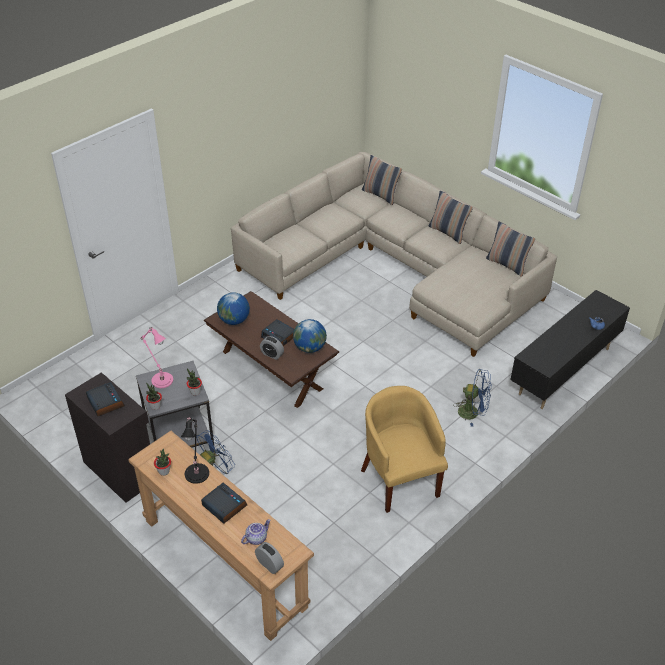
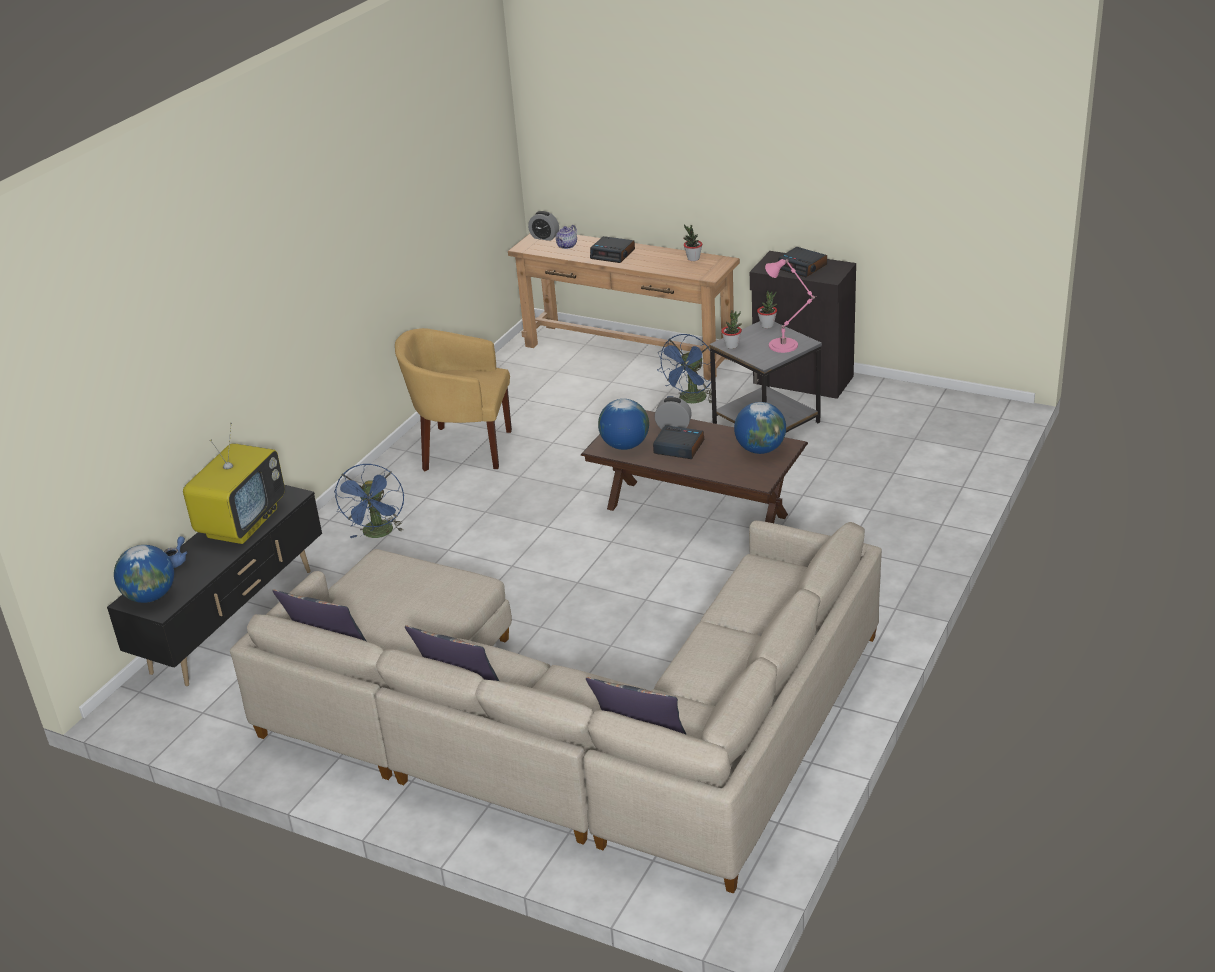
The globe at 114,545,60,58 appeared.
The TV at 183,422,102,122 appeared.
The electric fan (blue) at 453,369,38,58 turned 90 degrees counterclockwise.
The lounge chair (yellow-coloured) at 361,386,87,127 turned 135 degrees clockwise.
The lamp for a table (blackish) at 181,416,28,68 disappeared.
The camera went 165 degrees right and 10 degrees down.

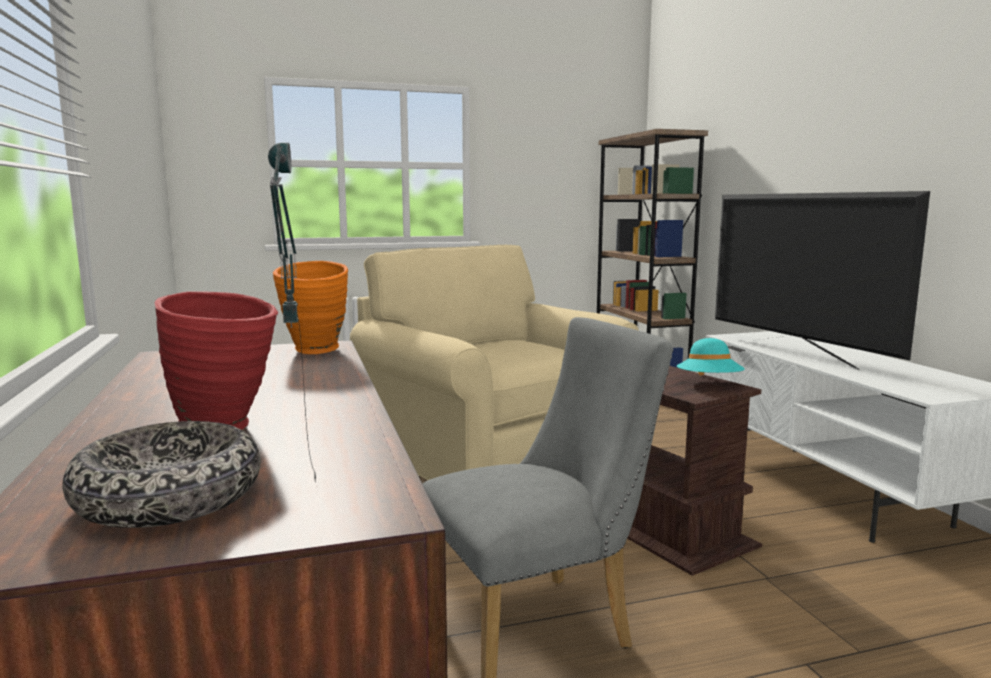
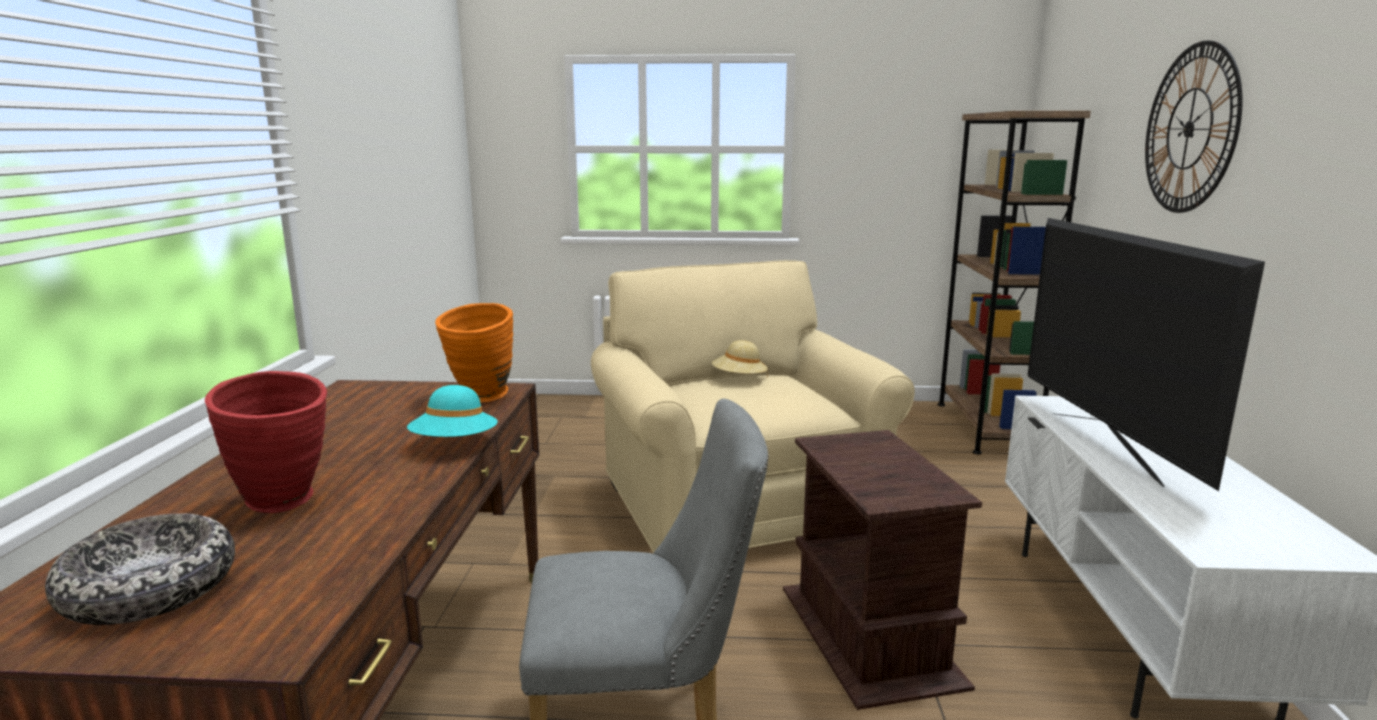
The clothing hat (turquoise) moved from 677,338,68,38 to 407,385,91,52.
The clothing hat (sand-coloured) at 712,340,56,34 appeared.
The hanging clock at 1145,40,98,173 appeared.
The lamp for a table at 268,142,48,339 disappeared.
The camera went 20 degrees right and 5 degrees up.

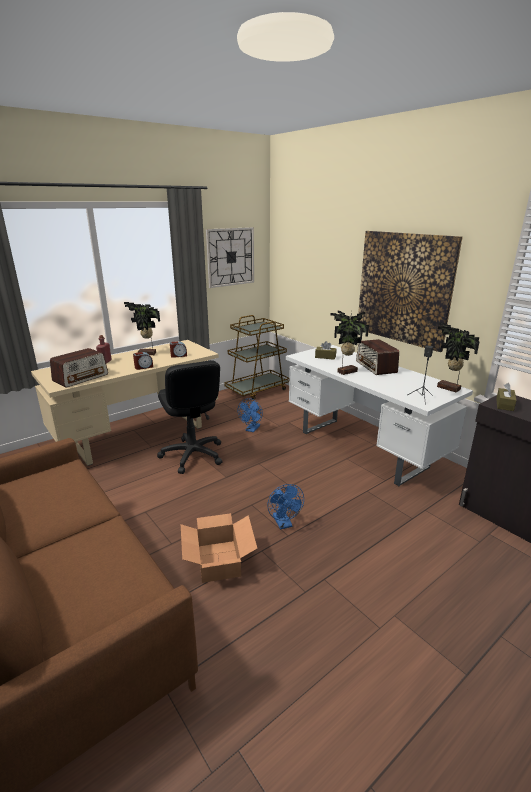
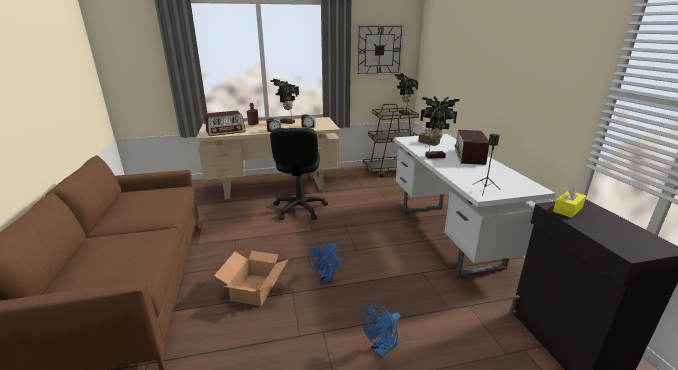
The electric fan (blue) moved from 238,398,25,34 to 363,303,37,55.
The houseplant moved from 437,322,43,70 to 394,73,24,43.
The tissue holder (brown) at 496,383,21,28 became the tissue holder (yellow-coloured) at 553,184,33,34.
The picture at 358,231,105,121 disappeared.
The camera went 25 degrees right and 0 degrees up.

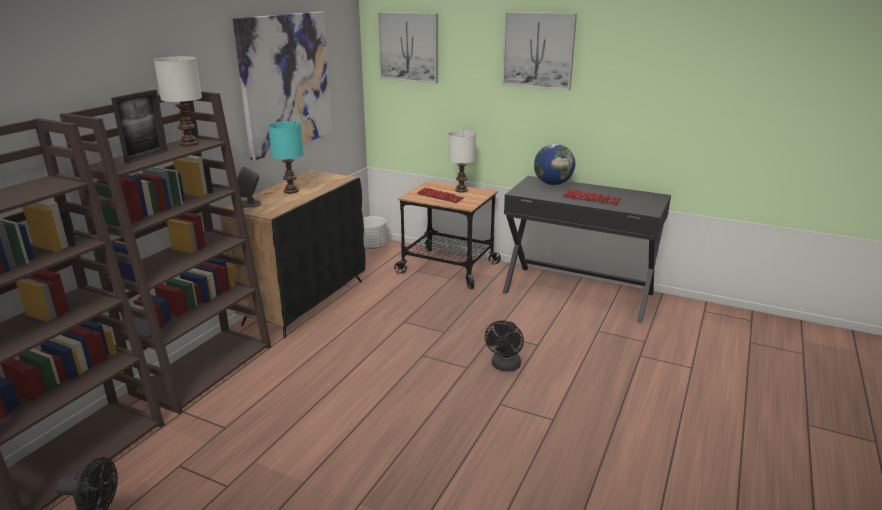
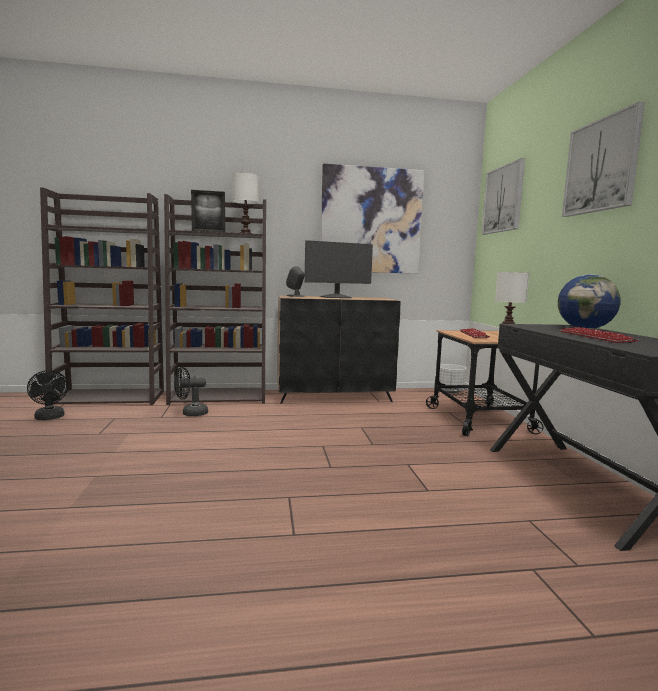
The electric fan (blackish) moved from 485,320,39,52 to 174,367,34,49.
The lamp for a table (turquoise) at 268,121,36,73 was replaced by the monitor at 304,240,69,58.
The camera went 55 degrees right and 15 degrees down.

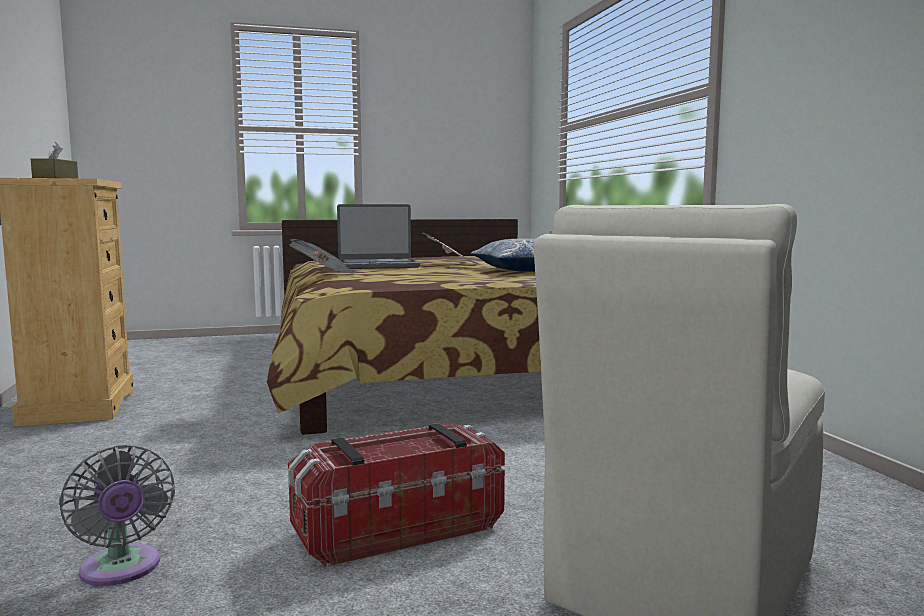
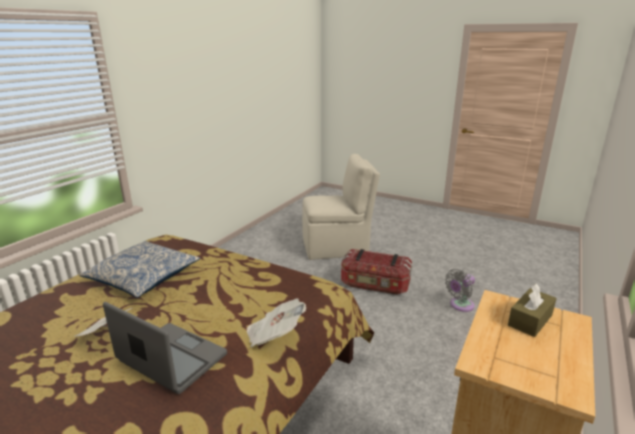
The electric fan (grey) at 59,444,116,142 turned 135 degrees counterclockwise.
The camera went 135 degrees left and 15 degrees up.

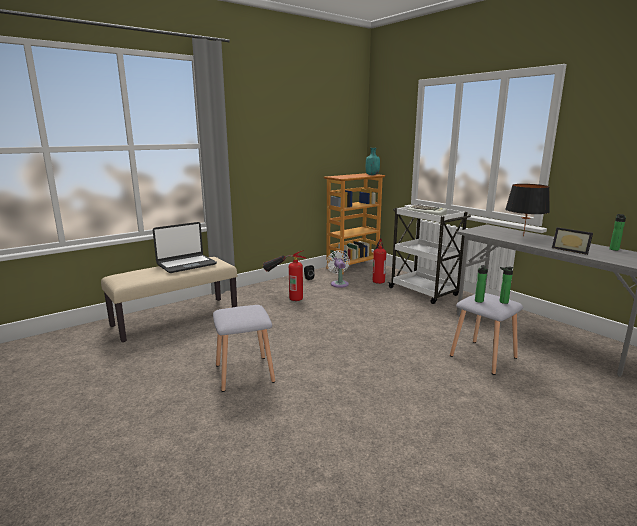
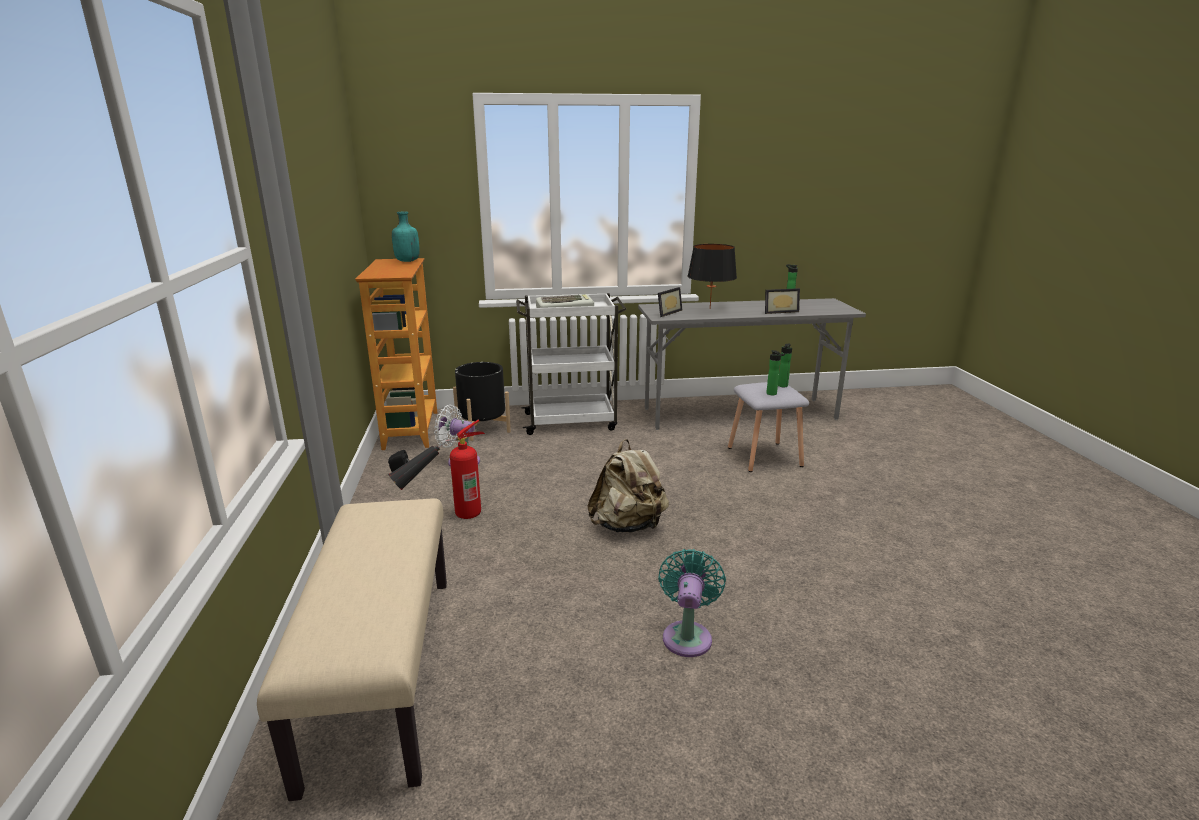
The extinguisher at 373,239,13,45 was replaced by the flower pot (blackish) at 453,362,58,79.
The rucksack (sand-coloured) at 587,439,82,93 appeared.
The photo frame at 658,287,24,30 appeared.
The stool seat (grey) at 213,305,62,87 was replaced by the electric fan (turquoise) at 658,549,68,108.
The notebook computer at 153,222,64,51 disappeared.
The camera went 60 degrees left and 5 degrees up.

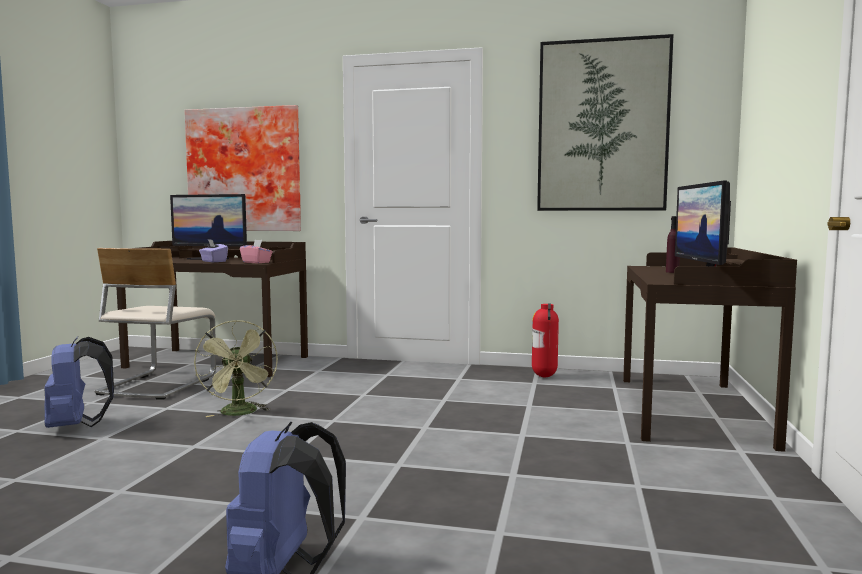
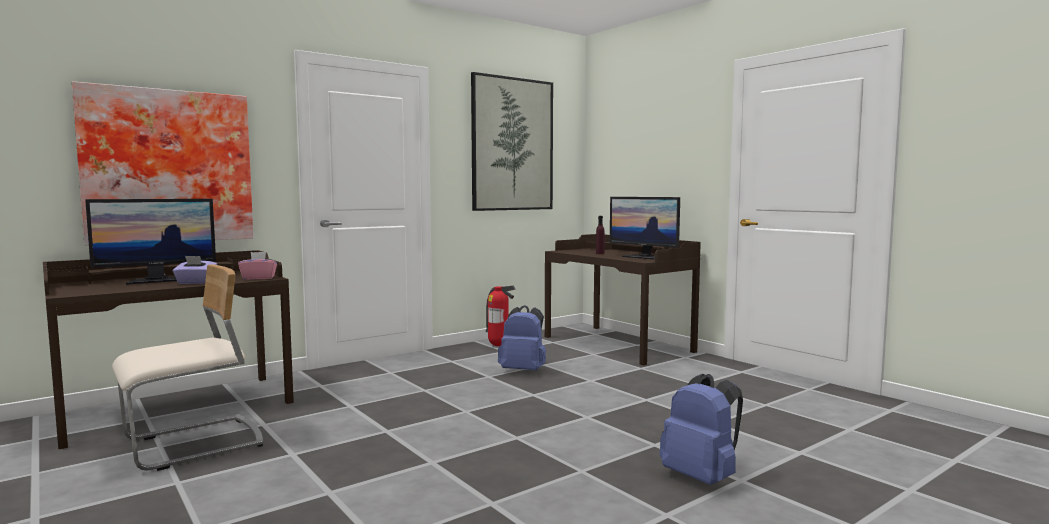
The chair (sand-coloured) at 94,248,122,152 turned 90 degrees counterclockwise.
The rucksack (blue) moved from 44,337,70,91 to 498,305,48,65.
The electric fan (greenish) at 194,320,84,97 disappeared.
The camera went 50 degrees left and 0 degrees up.

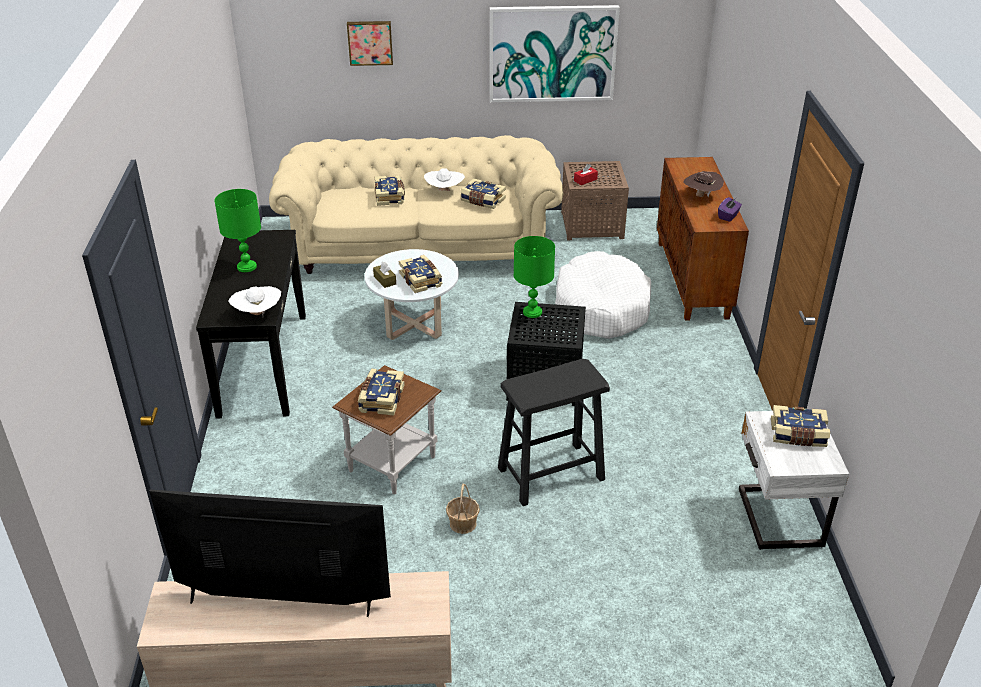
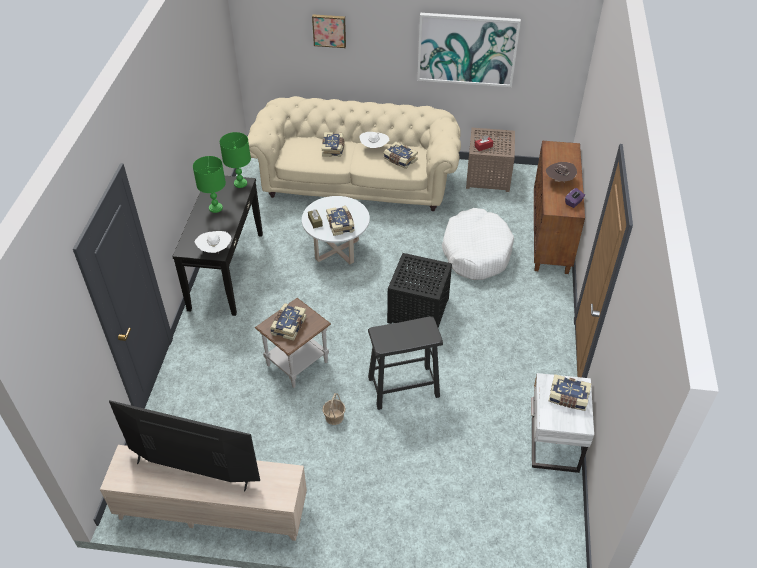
The lamp for a table (greenish) moved from 514,236,41,82 to 220,132,31,56.
The camera went 10 degrees right and 10 degrees up.

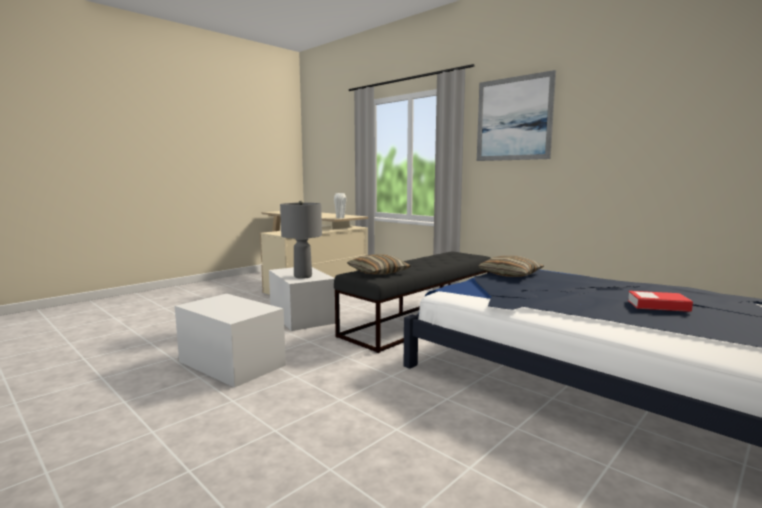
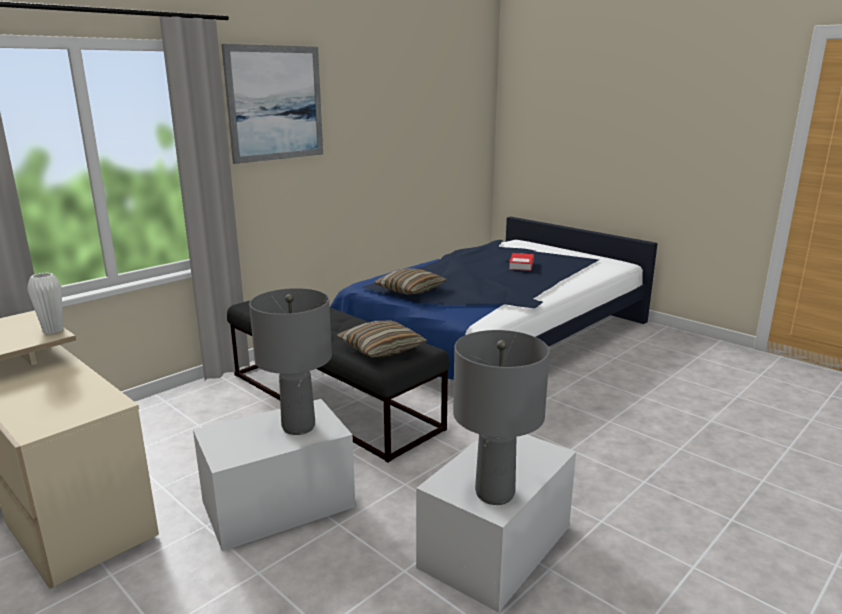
The lamp for a table (grey) at 453,330,97,175 appeared.
The camera went 90 degrees left and 10 degrees up.

